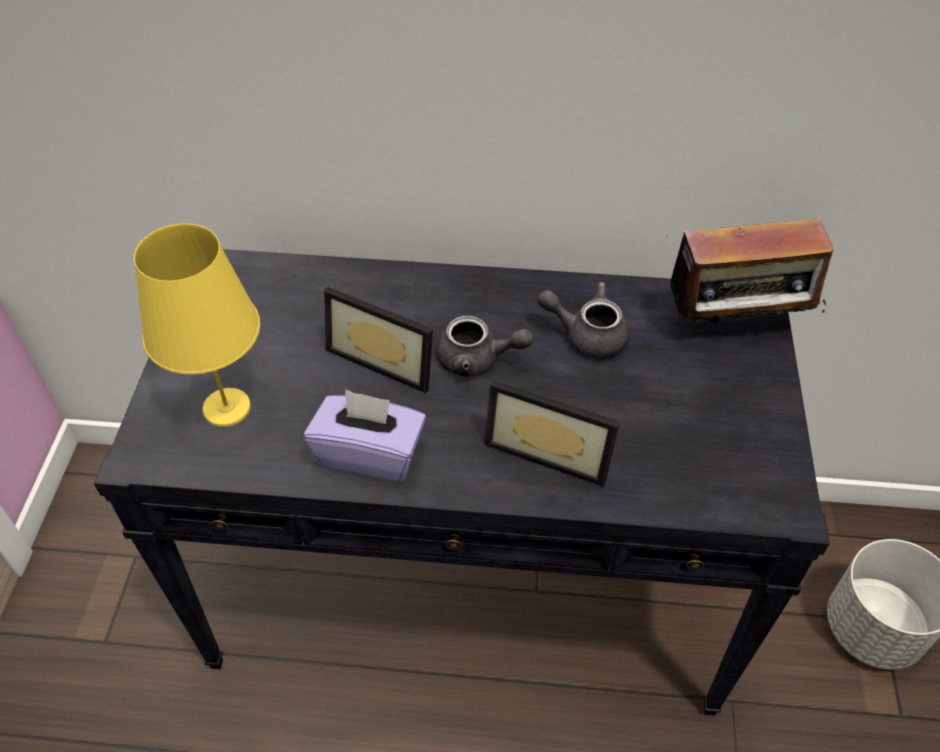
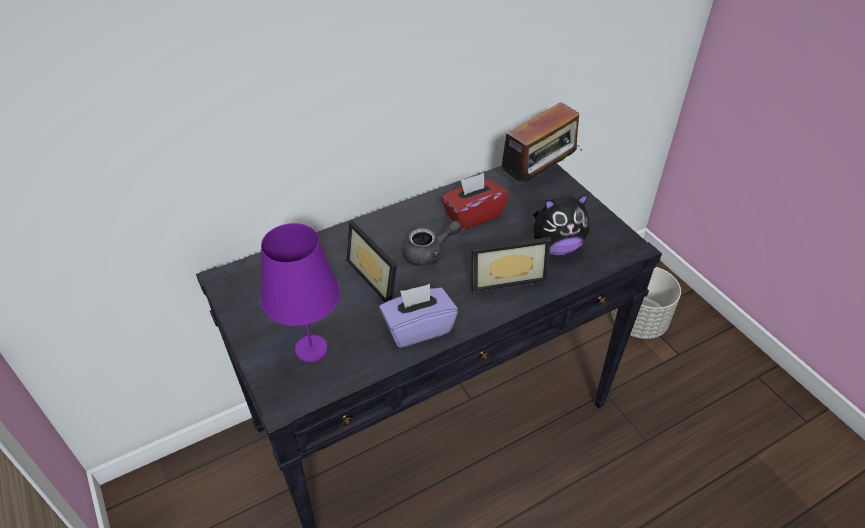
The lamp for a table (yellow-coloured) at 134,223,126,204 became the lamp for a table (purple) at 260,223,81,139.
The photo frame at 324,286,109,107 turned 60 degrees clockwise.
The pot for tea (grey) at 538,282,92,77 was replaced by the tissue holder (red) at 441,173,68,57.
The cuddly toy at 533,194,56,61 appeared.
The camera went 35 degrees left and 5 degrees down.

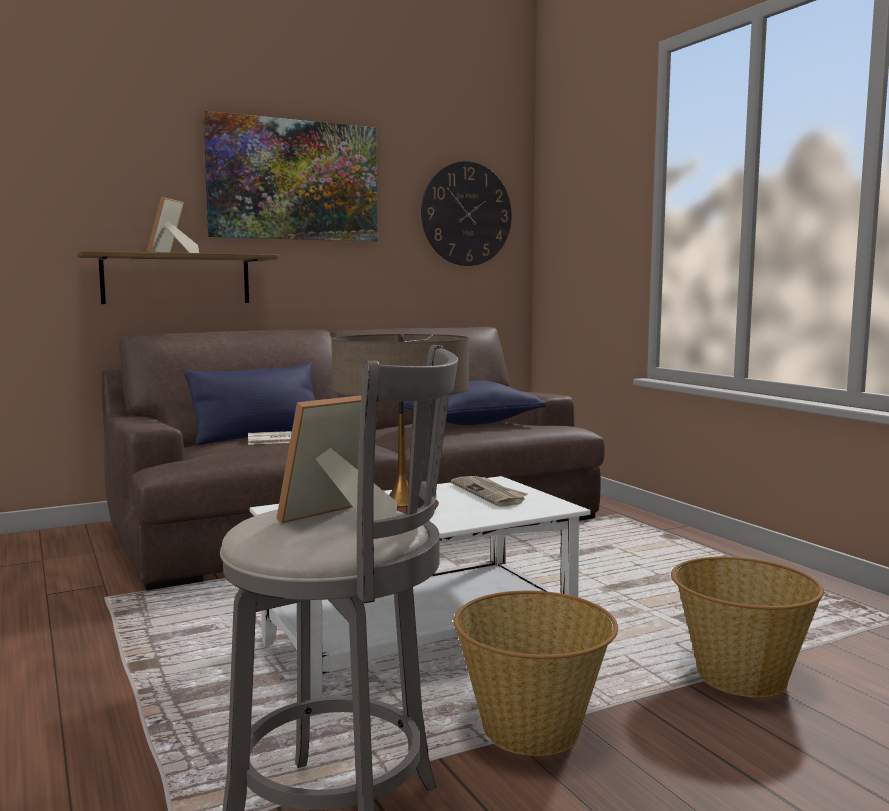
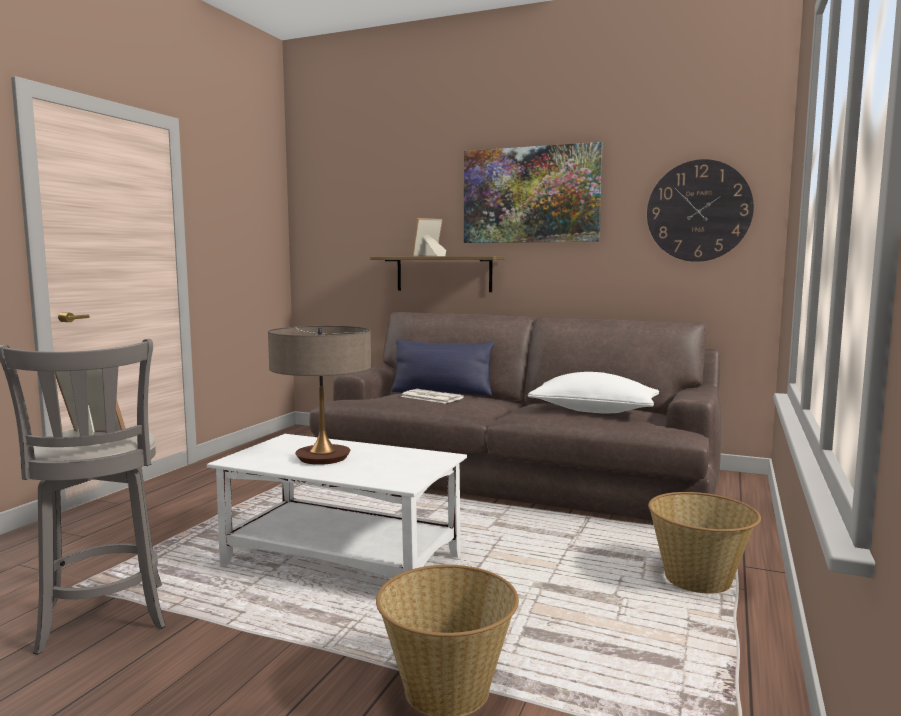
The cushion (blue) at 403,381,143,44 became the cushion (white) at 528,372,131,41.
The storage basket moved from 453,591,165,165 to 648,492,113,102.
The newspaper at 451,476,77,31 disappeared.
The camera went 50 degrees right and 0 degrees up.

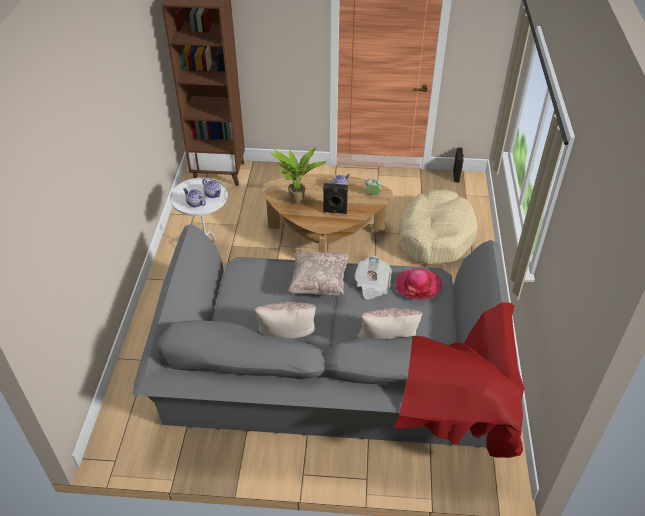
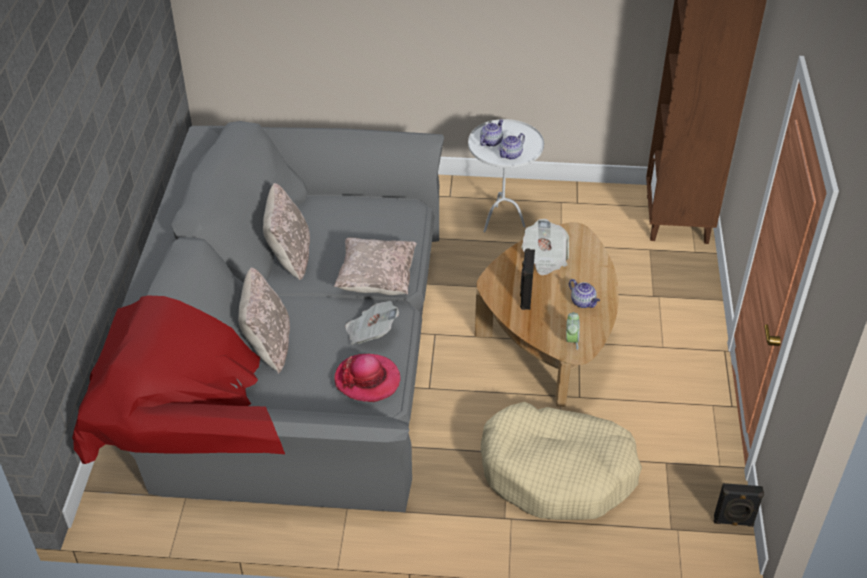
The houseplant at 271,147,55,57 was replaced by the newspaper at 522,219,47,56.
The camera went 90 degrees right and 0 degrees up.

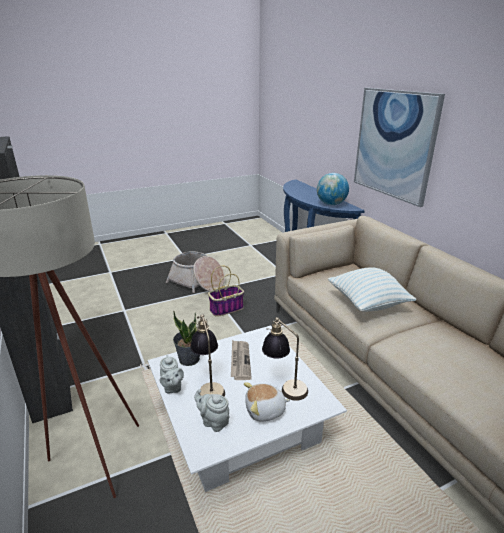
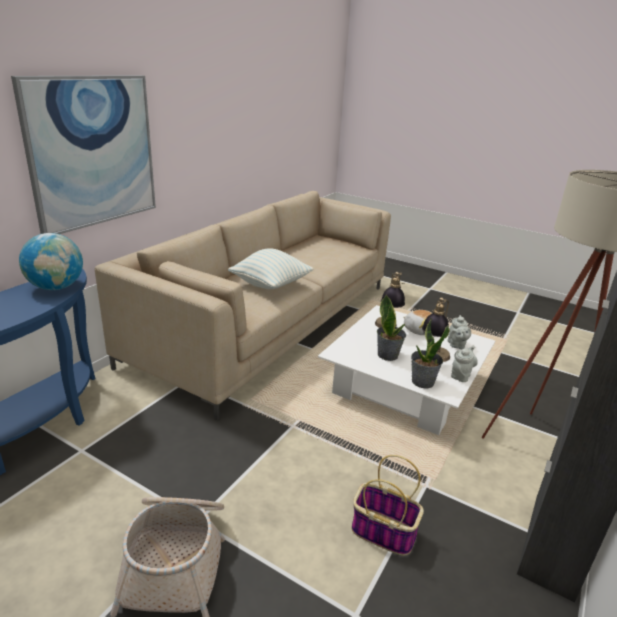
The storage basket moved from 208,266,36,51 to 352,455,72,101.
The newspaper at 231,340,21,40 was replaced by the houseplant at 377,295,29,66.
The camera went 125 degrees left and 0 degrees up.

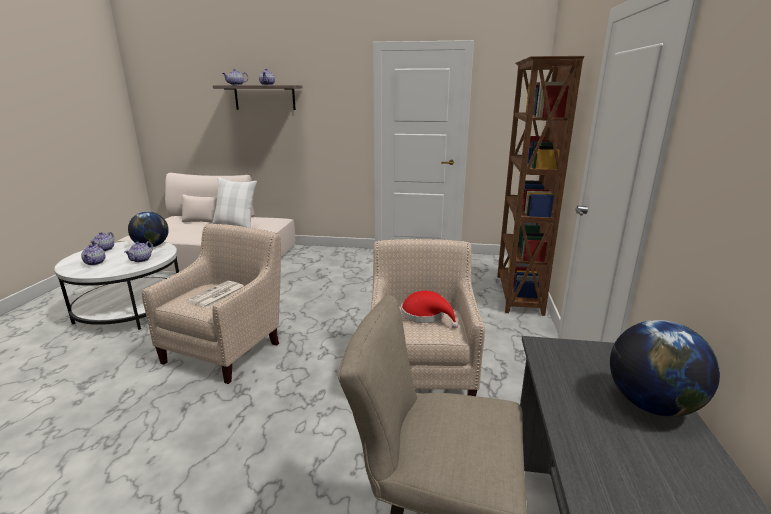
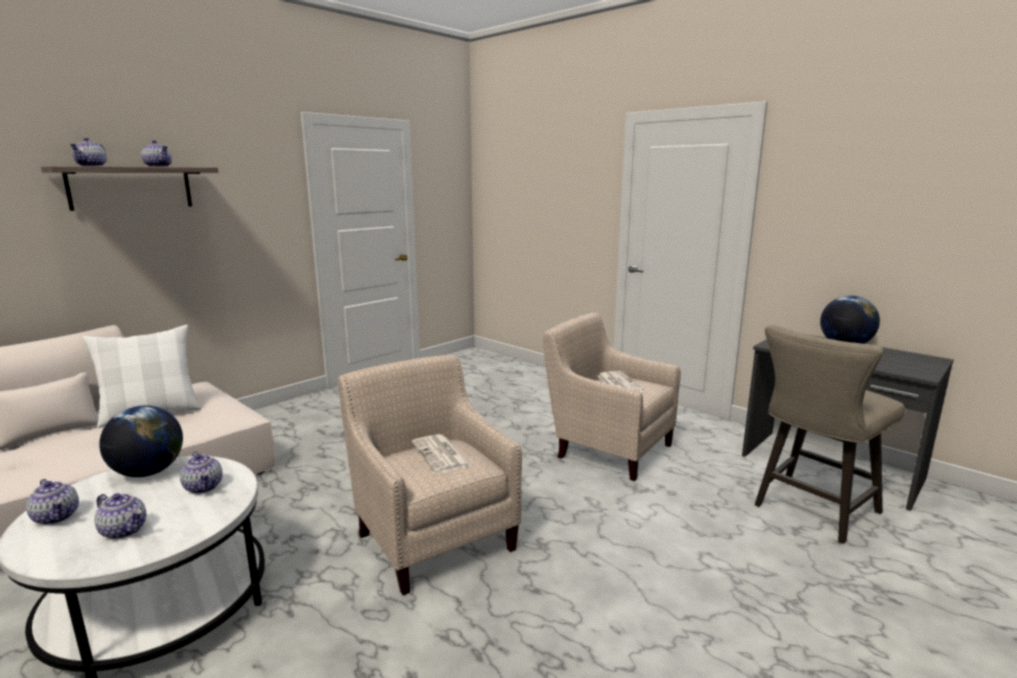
The clothing hat (red) at 401,291,57,37 was replaced by the newspaper at 598,371,46,21.
The shelving unit (brown) at 497,56,88,260 disappeared.
The camera went 55 degrees left and 5 degrees down.

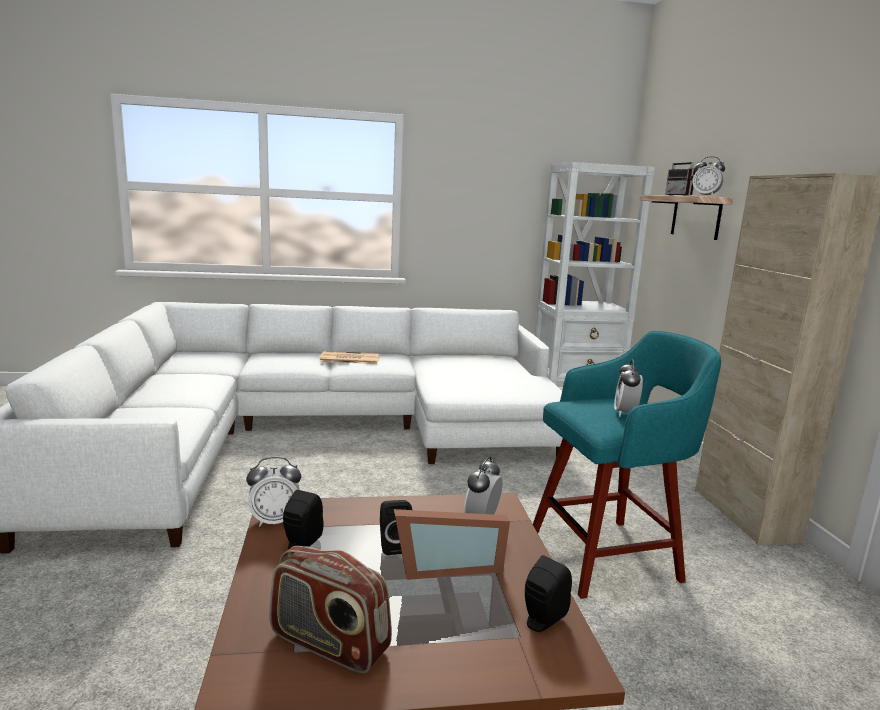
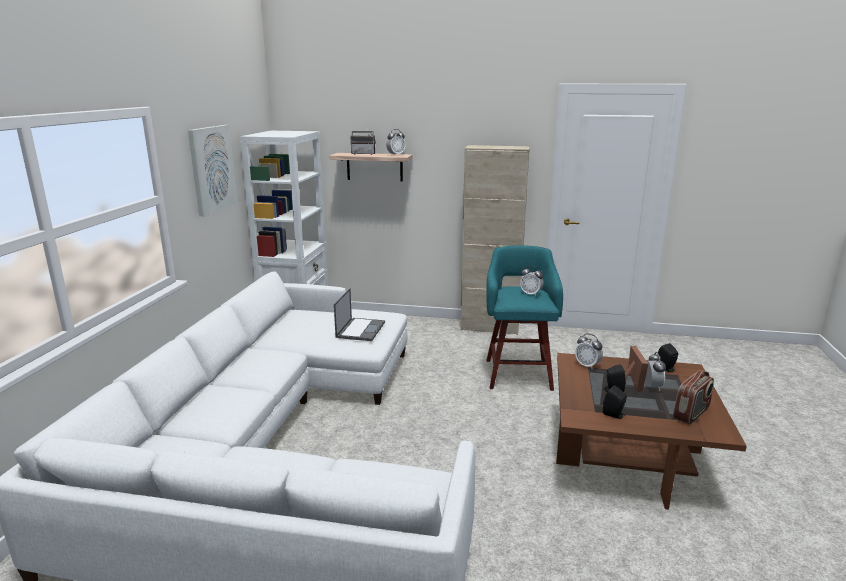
The picture at 188,125,49,91 appeared.
The notebook computer at 334,288,51,53 appeared.
The table clock moved from 246,457,55,70 to 646,352,20,39.
The newspaper at 319,351,61,13 disappeared.
The camera went 70 degrees left and 5 degrees up.

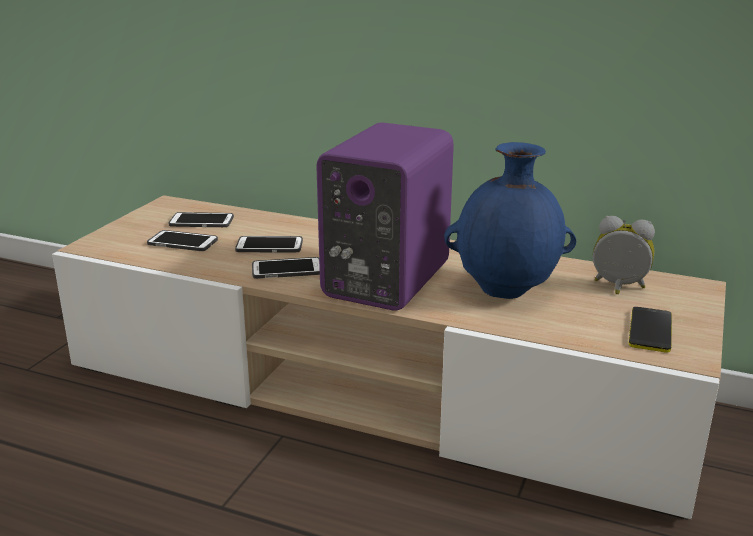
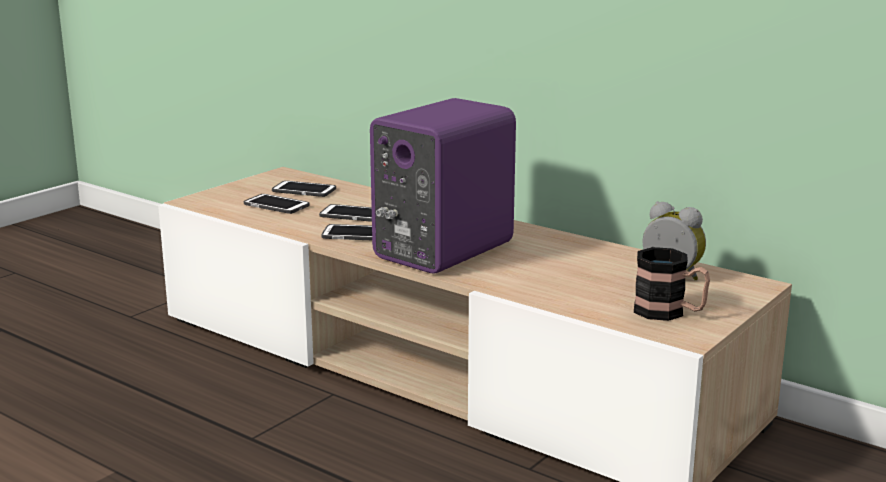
The phone at 629,307,43,46 was replaced by the mug at 634,247,76,74.
The vase (blue) at 444,142,132,157 disappeared.
The camera went 15 degrees right and 5 degrees down.

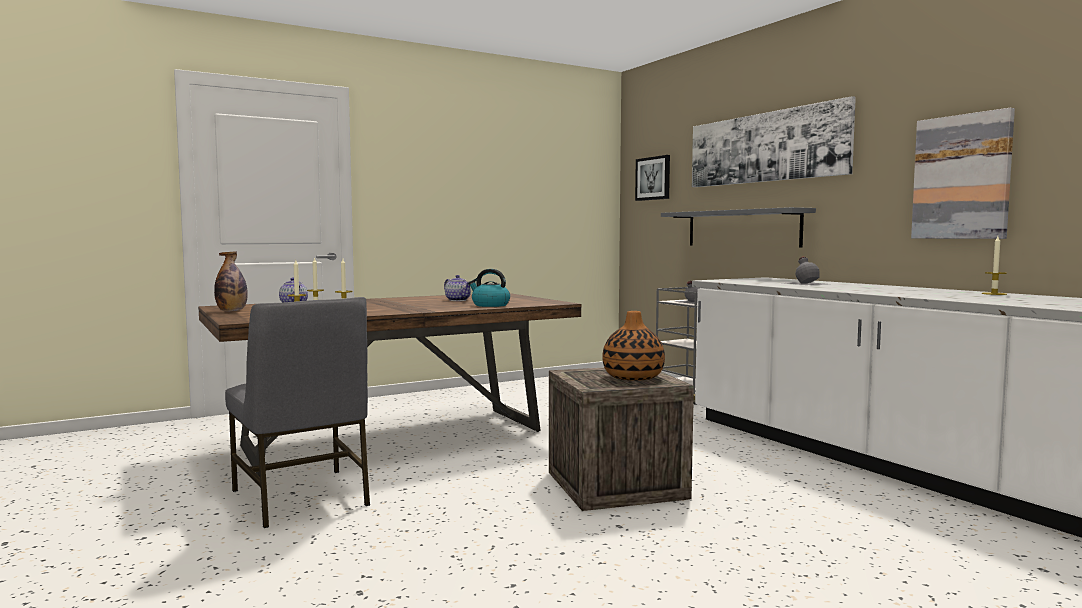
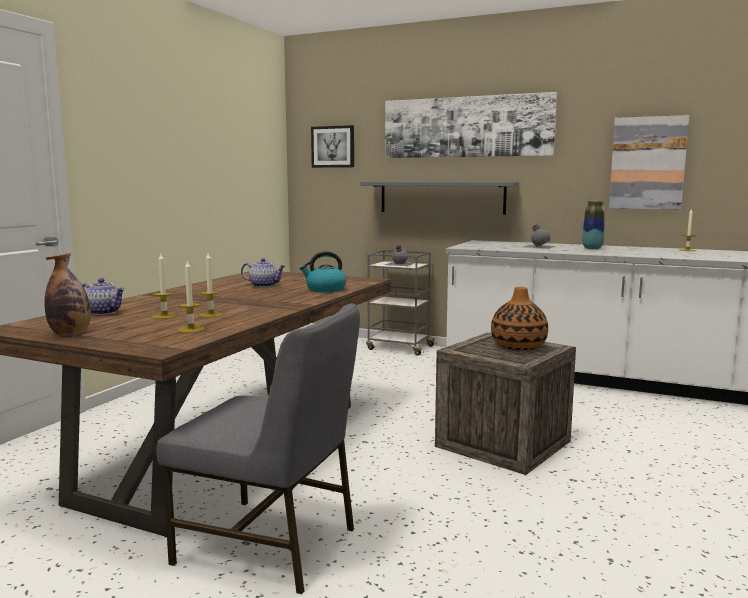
The vase at 582,201,23,48 appeared.
The camera went 35 degrees left and 5 degrees up.

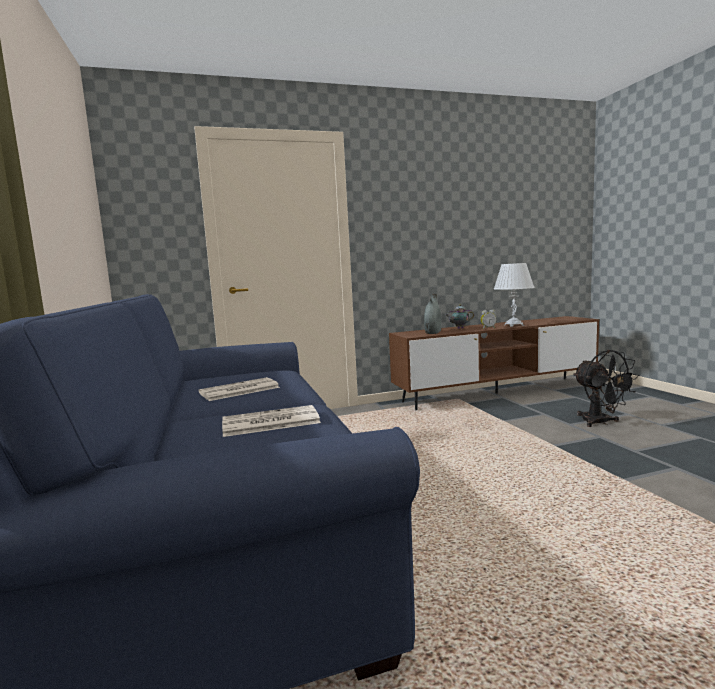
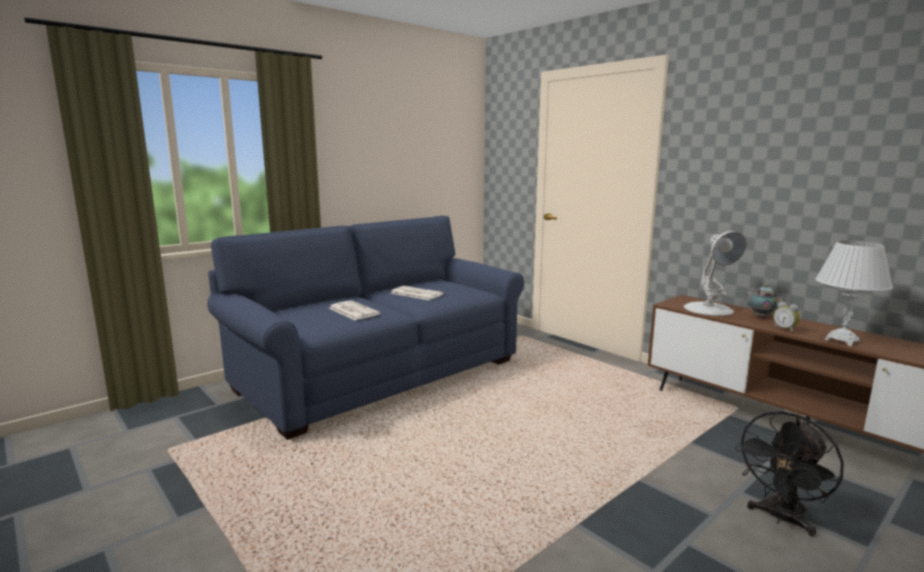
The vase (grey) at 424,294,17,40 was replaced by the lamp for a table (white) at 684,231,63,85.
The camera went 65 degrees right and 5 degrees up.

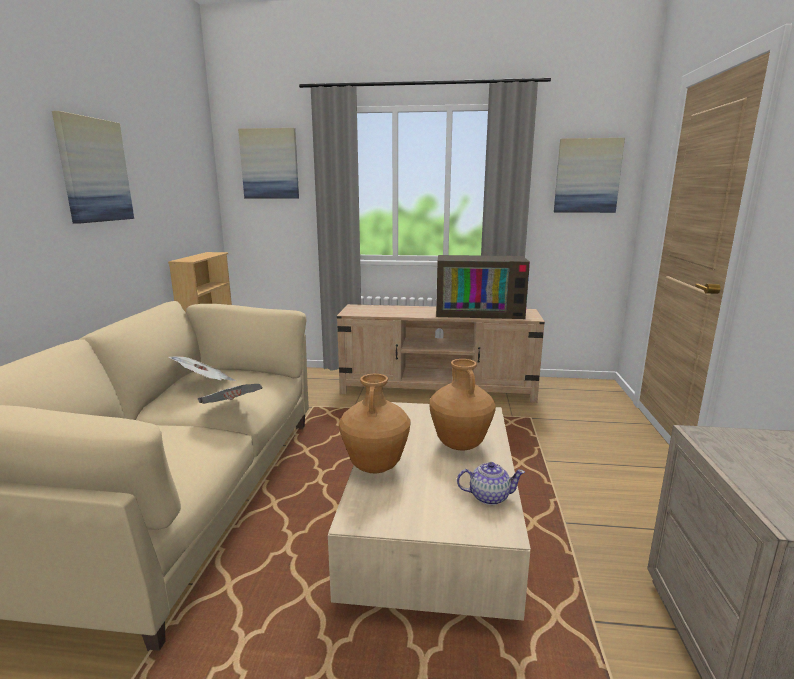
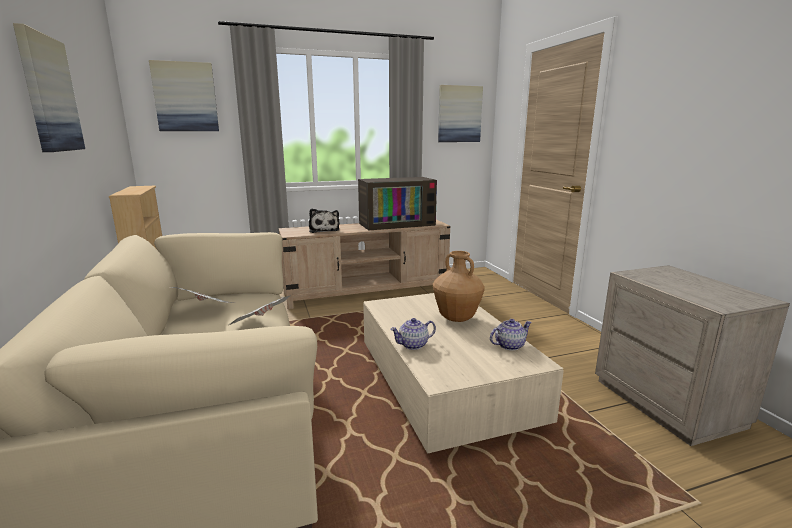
The cuddly toy at 309,208,30,25 appeared.
The vase (brown) at 339,374,71,100 was replaced by the pot for tea at 390,318,46,32.
The camera went 25 degrees left and 0 degrees up.

